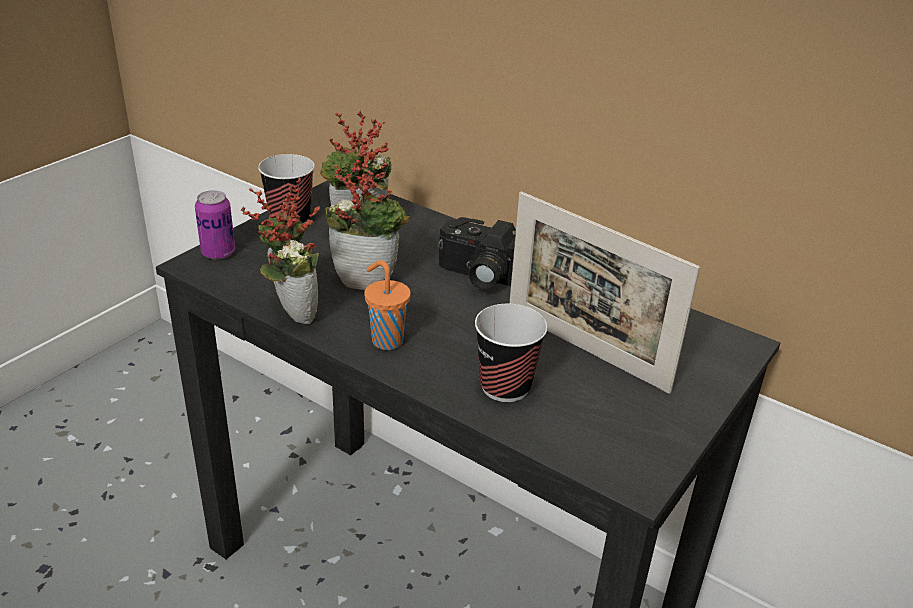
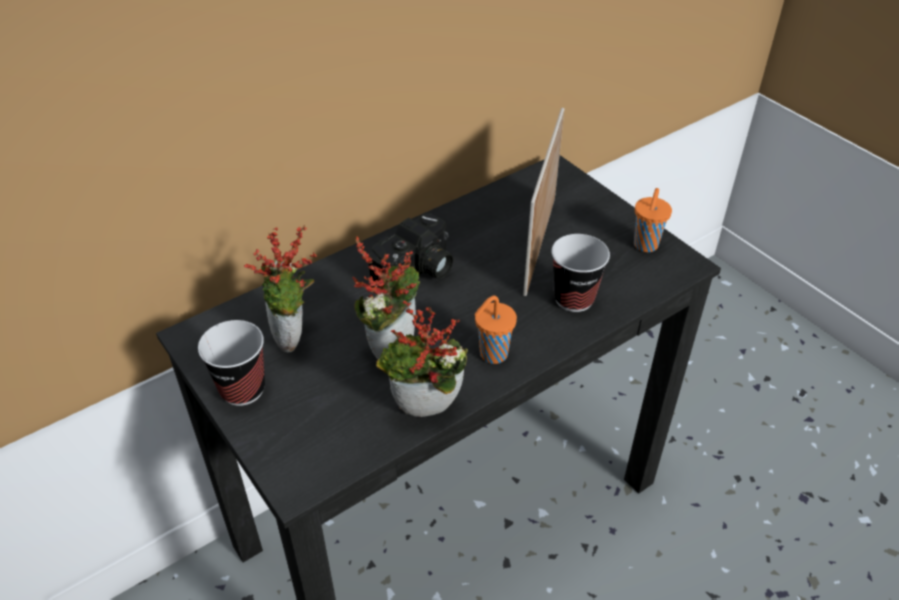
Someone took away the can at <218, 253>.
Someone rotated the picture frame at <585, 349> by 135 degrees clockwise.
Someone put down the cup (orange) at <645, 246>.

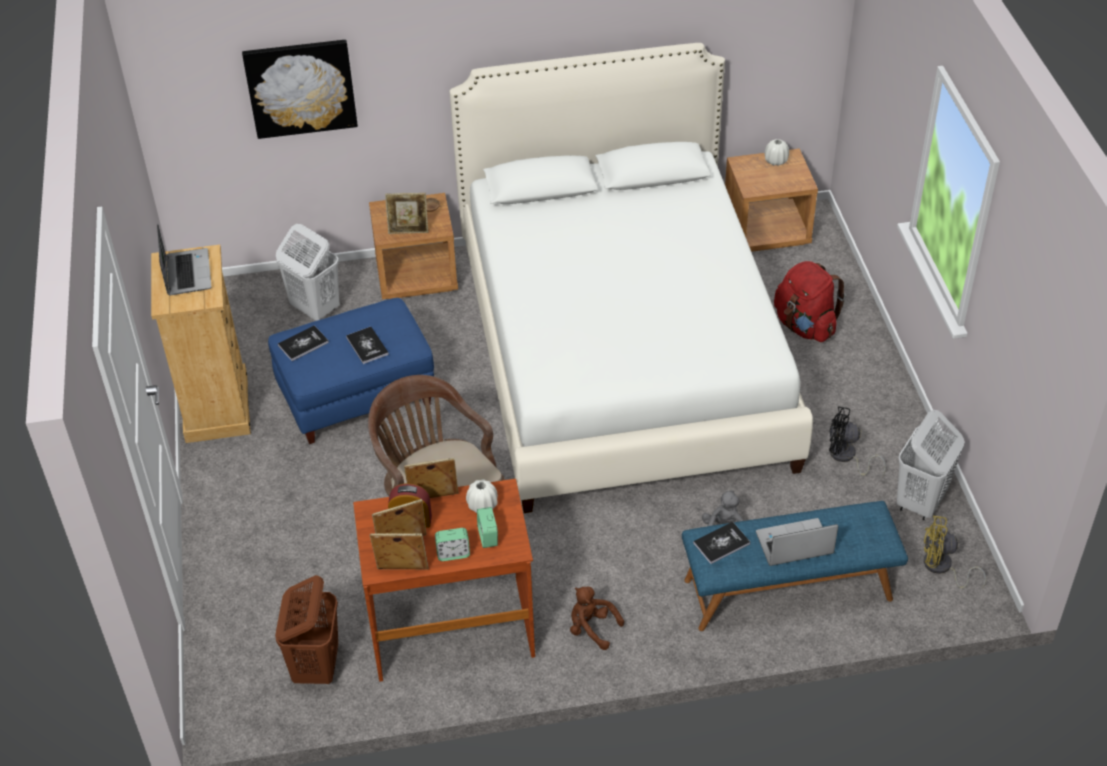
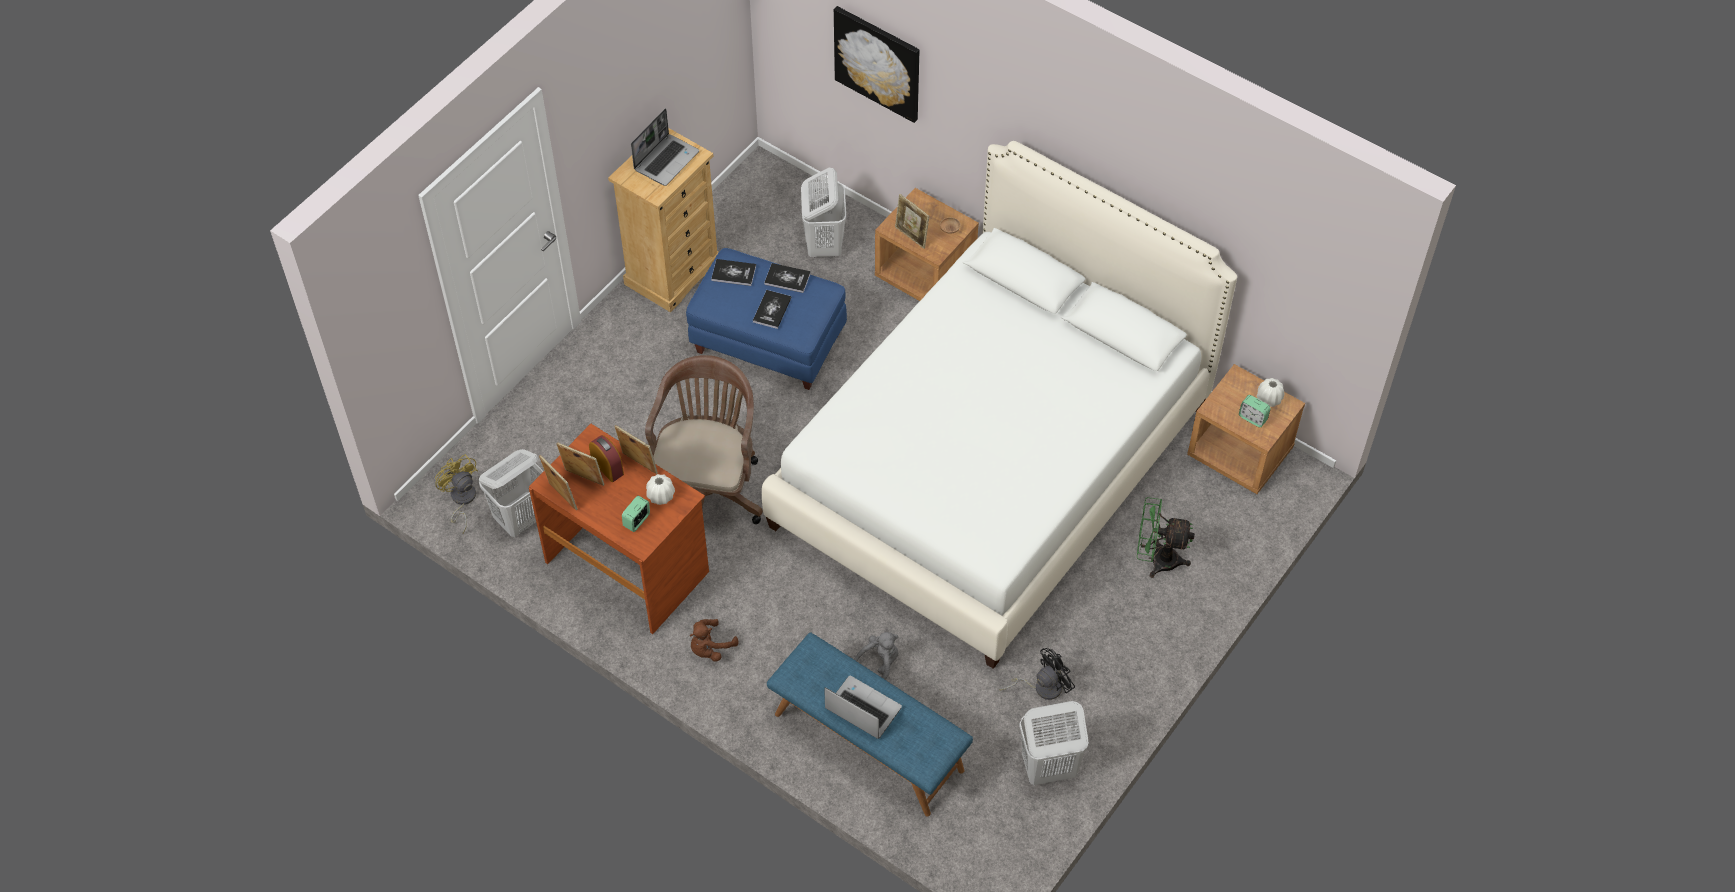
Someone swapped the backpack (red) at <805, 326> for the fan (green) at <1157, 559>.
Someone rotated the fan (black) at <846, 457> by 90 degrees clockwise.
Someone carried the fan (yellow) from <941, 568> to <461, 500>.
Someone carried the book from <721, 543> to <787, 278>.
Someone carried the alarm clock from <453, 553> to <1252, 418>.
Someone repainted the laundry basket (brown) at <316, 666>, which became the laundry basket (white) at <522, 518>.
Someone rotated the plush toy (brown) at <591, 628> by 120 degrees counterclockwise.

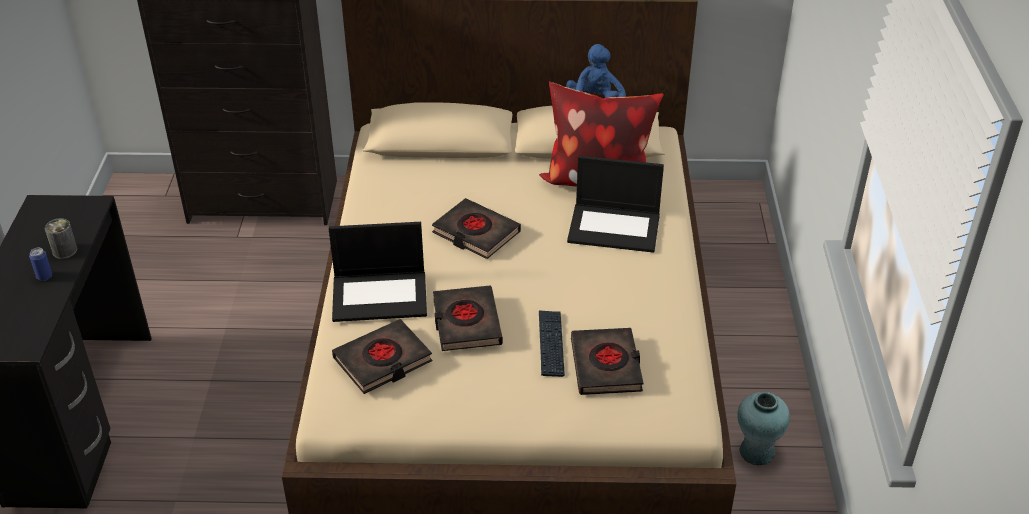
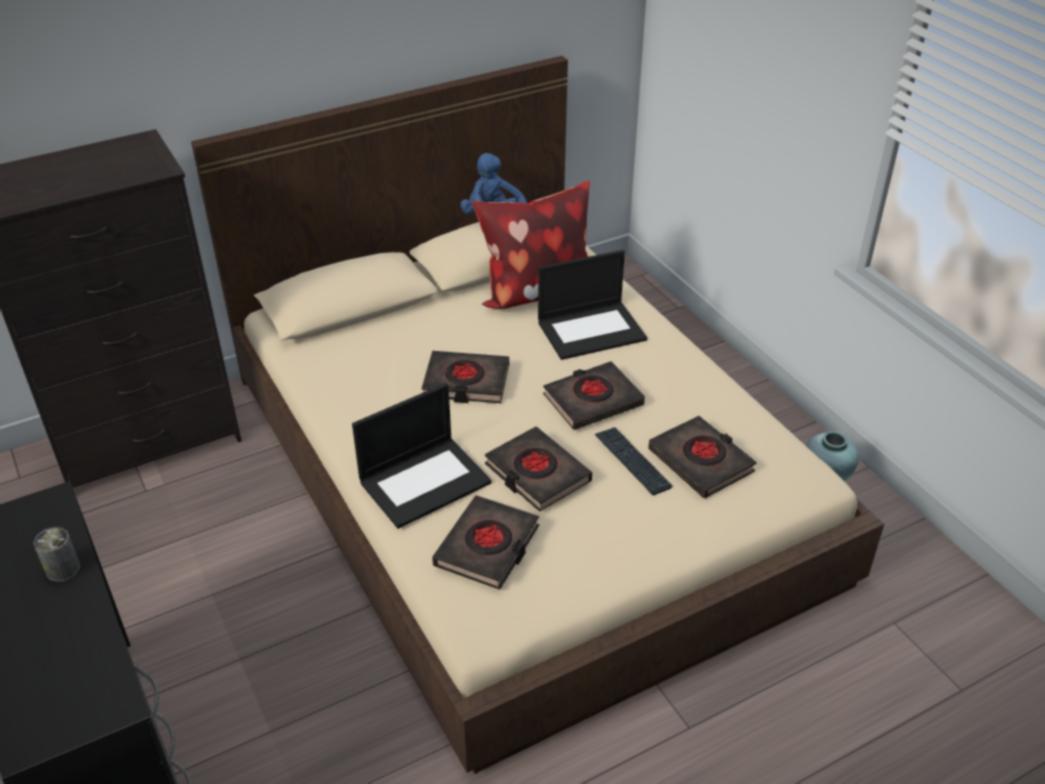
Someone took away the can at <44, 276>.
Someone put down the book (black) at <592, 400>.

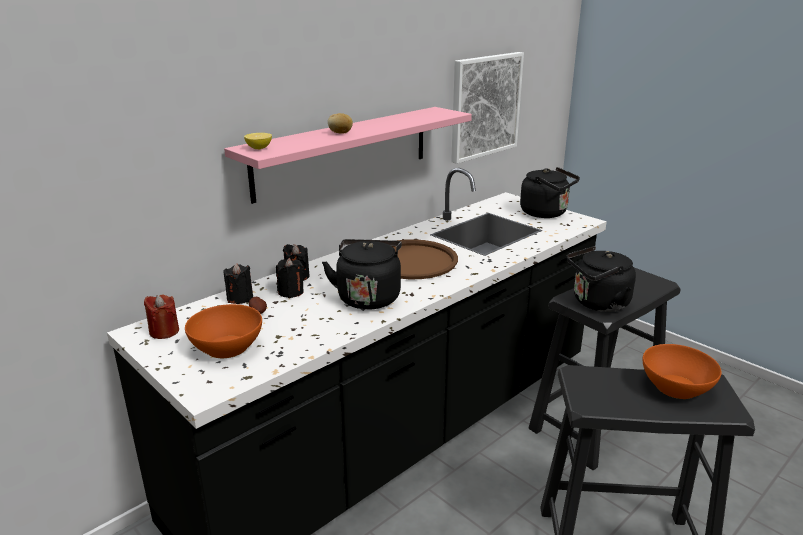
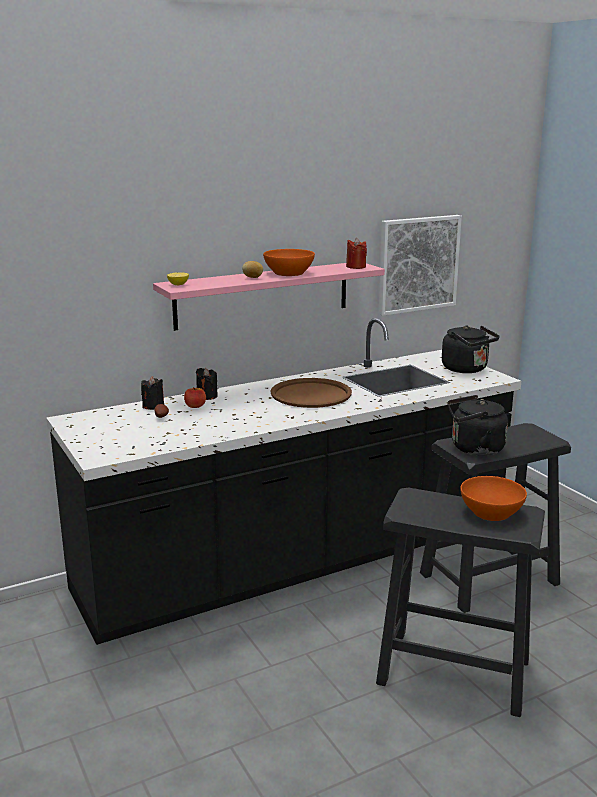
Someone took away the kettle (black) at <368, 297>.
Someone swapped the candle (black) at <291, 292> for the apple at <195, 406>.
Someone carried the candle (red) from <164, 331> to <356, 267>.
Someone carried the bowl (orange) from <227, 347> to <289, 273>.

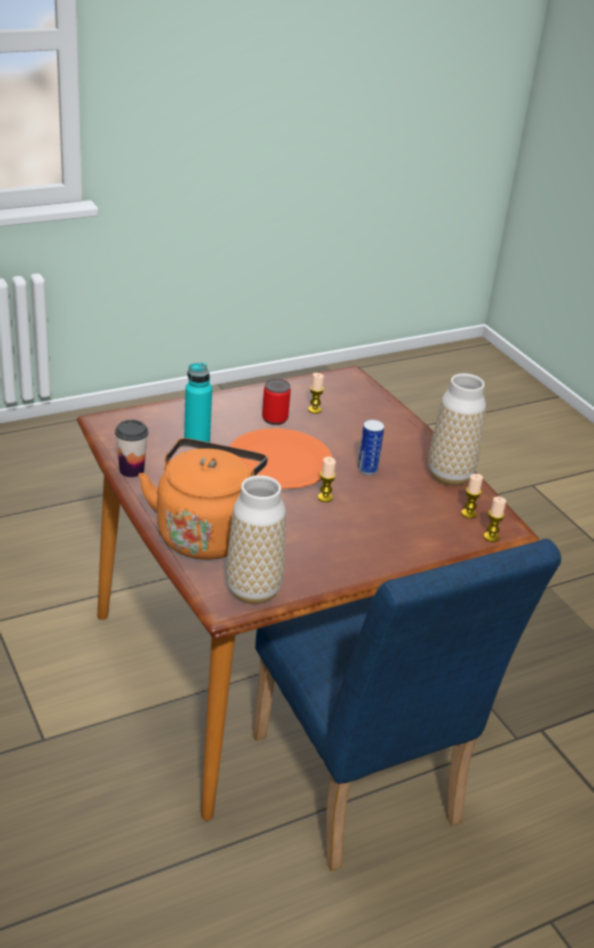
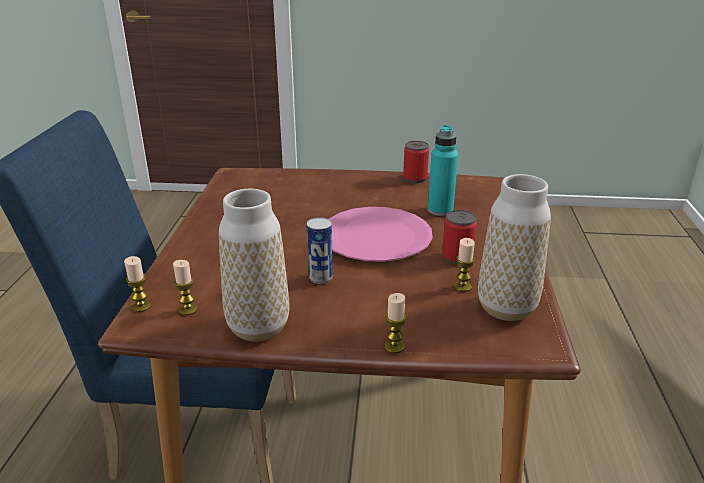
Someone swapped the cup at <131, 470> for the can at <415, 178>.
Someone repainted the plate (orange) at <279, 462>, which became the plate (pink) at <376, 236>.
Someone took away the kettle (orange) at <206, 532>.
Someone carried the candle from <325, 497> to <394, 346>.
Someone carried the vase from <253, 591> to <506, 308>.

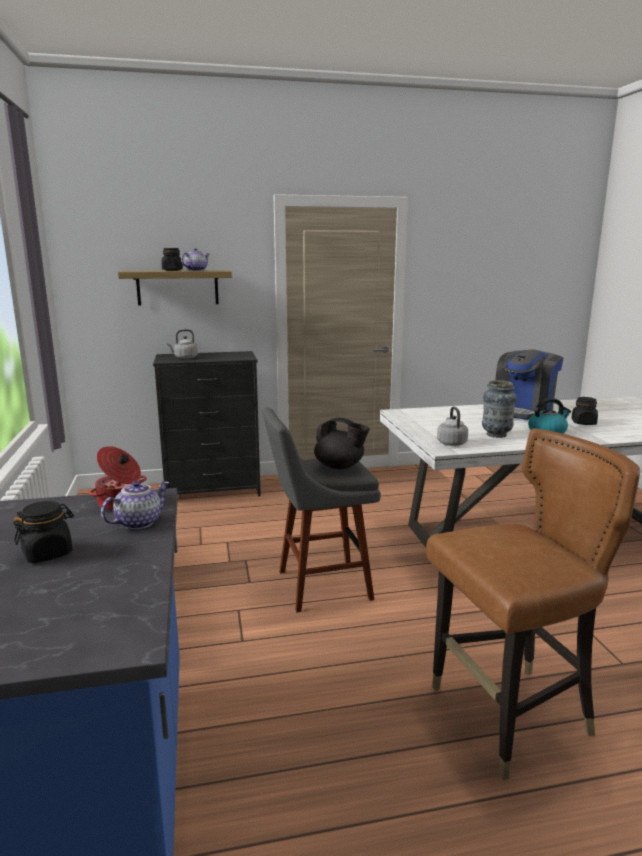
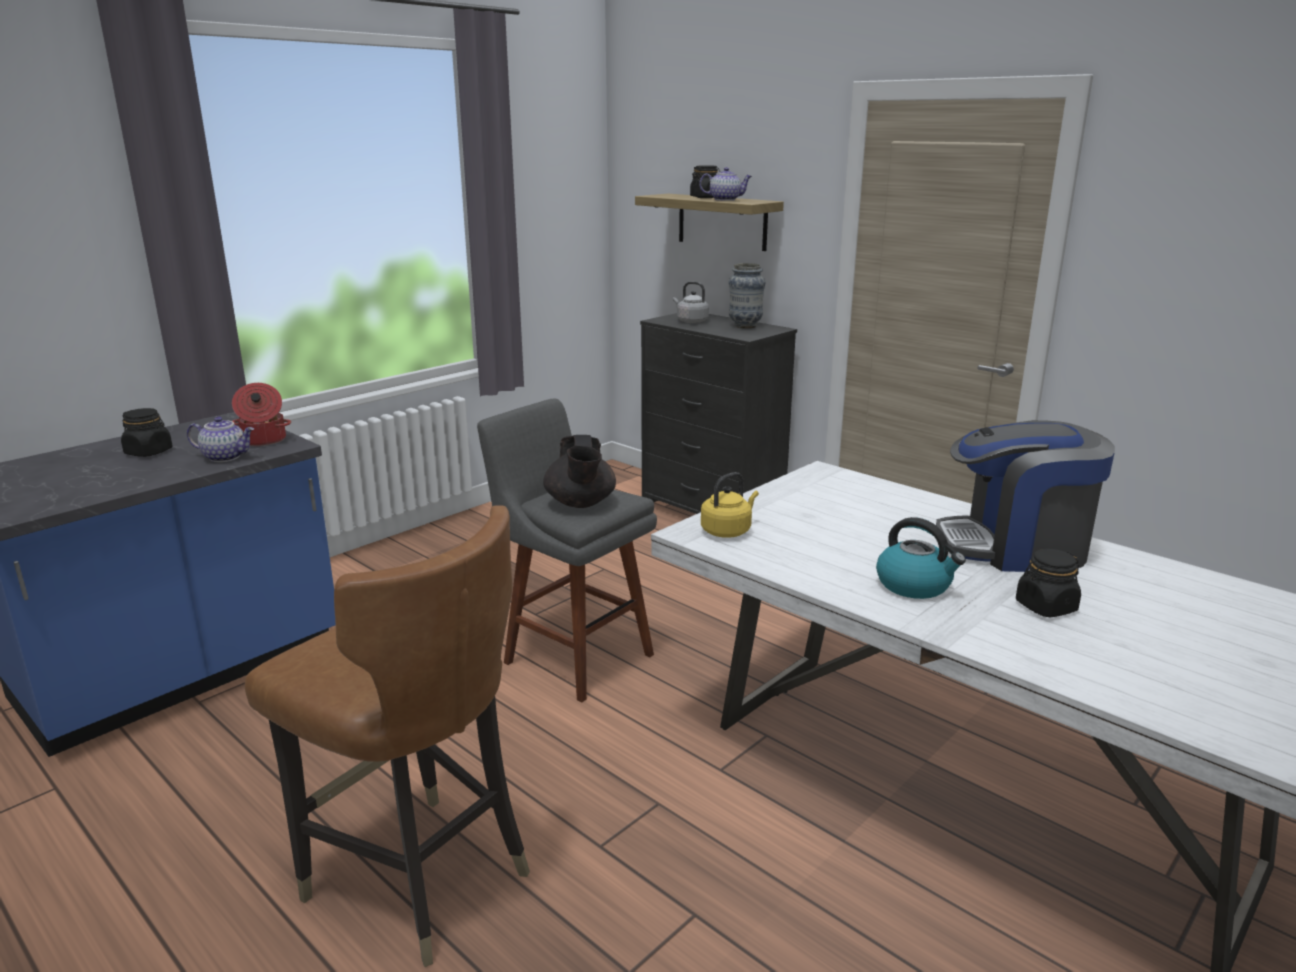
Someone carried the vase from <496, 435> to <745, 326>.
Someone repainted the kettle (grey) at <451, 443>, which became the kettle (yellow) at <728, 531>.

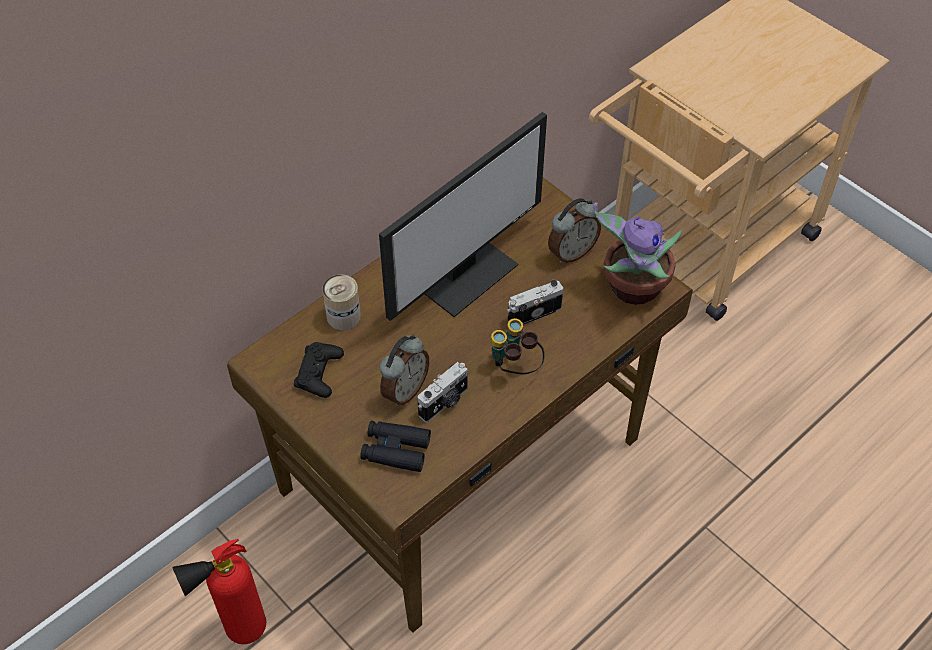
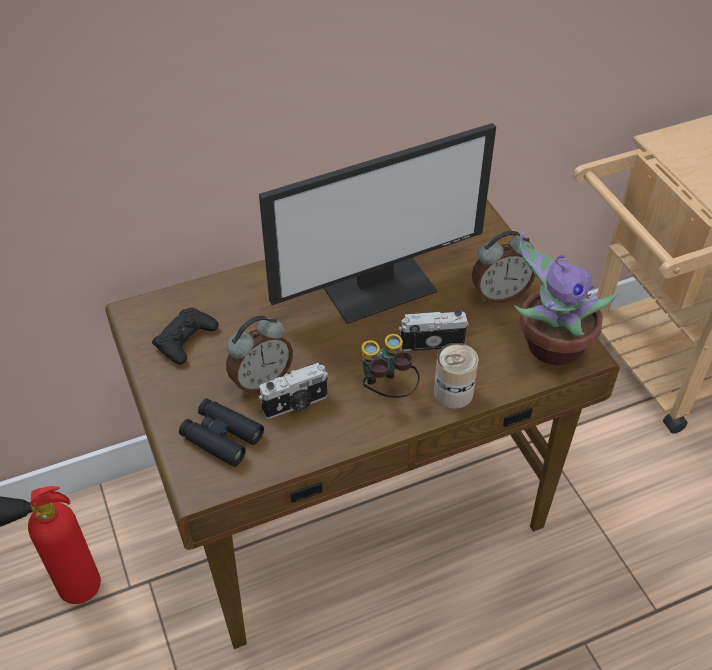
Someone carried the can from <343, 316> to <453, 392>.

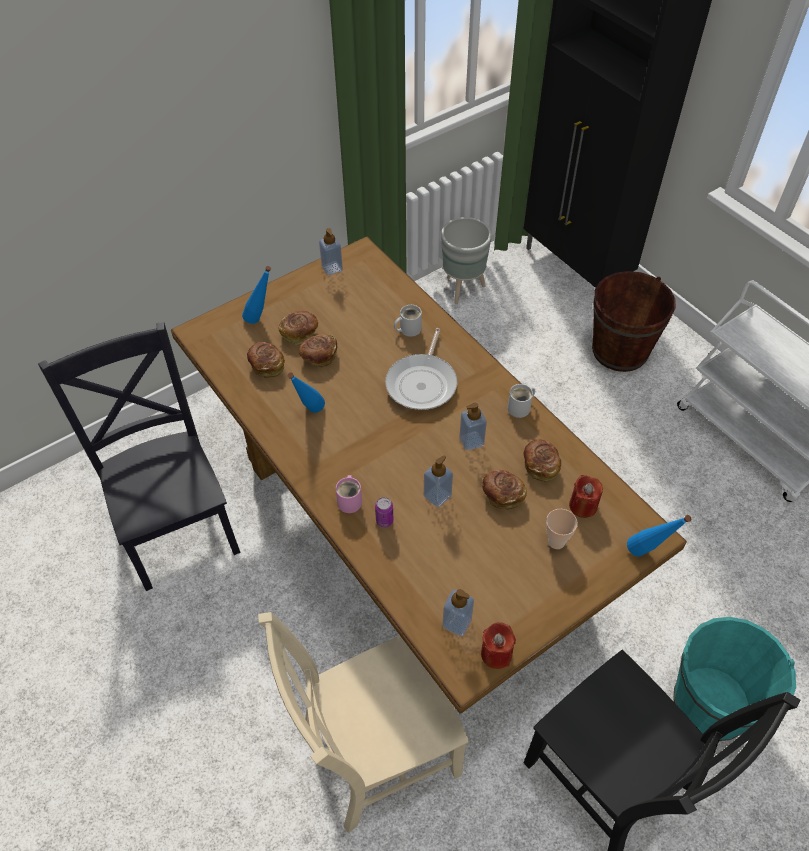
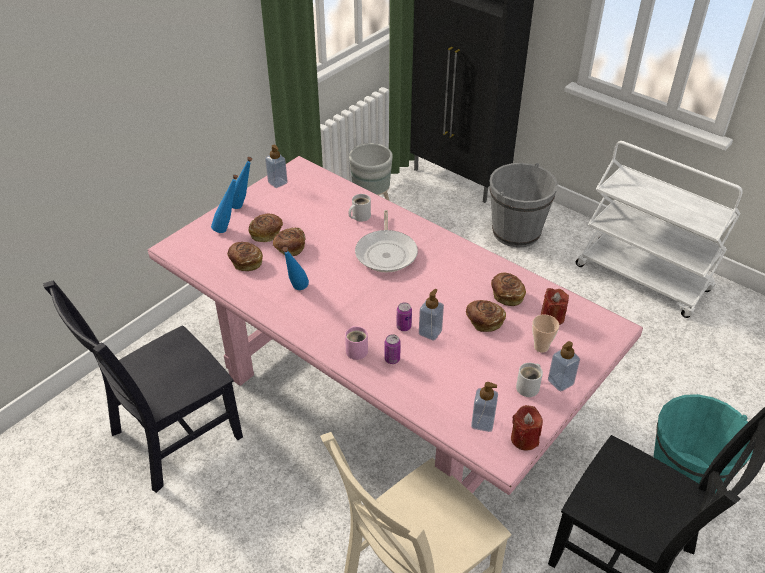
Someone repainted the dining table (brown) at <408, 526>, which became the dining table (pink) at <385, 397>.
Someone repainted the bucket (brown) at <620, 351>, which became the bucket (grey) at <516, 232>.
Someone rotated the chair (black) at <177, 524> by 90 degrees counterclockwise.
Someone carried the mug (white) from <521, 408> to <529, 387>.
Someone carried the soap dispenser from <471, 441> to <560, 382>.
Someone carried the bottle (blue) from <647, 554> to <243, 207>.
Someone put down the can at <403, 327>.

